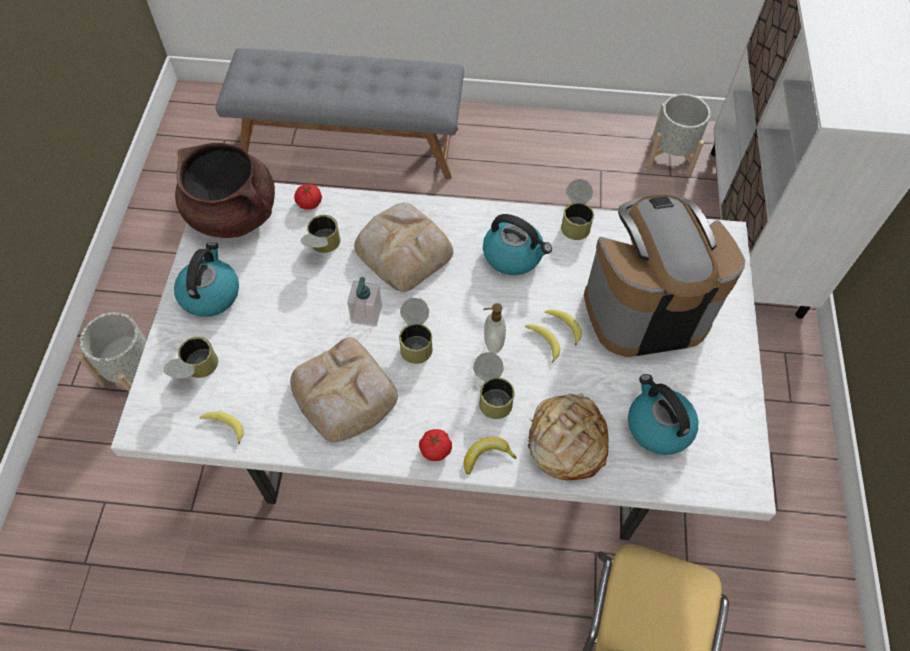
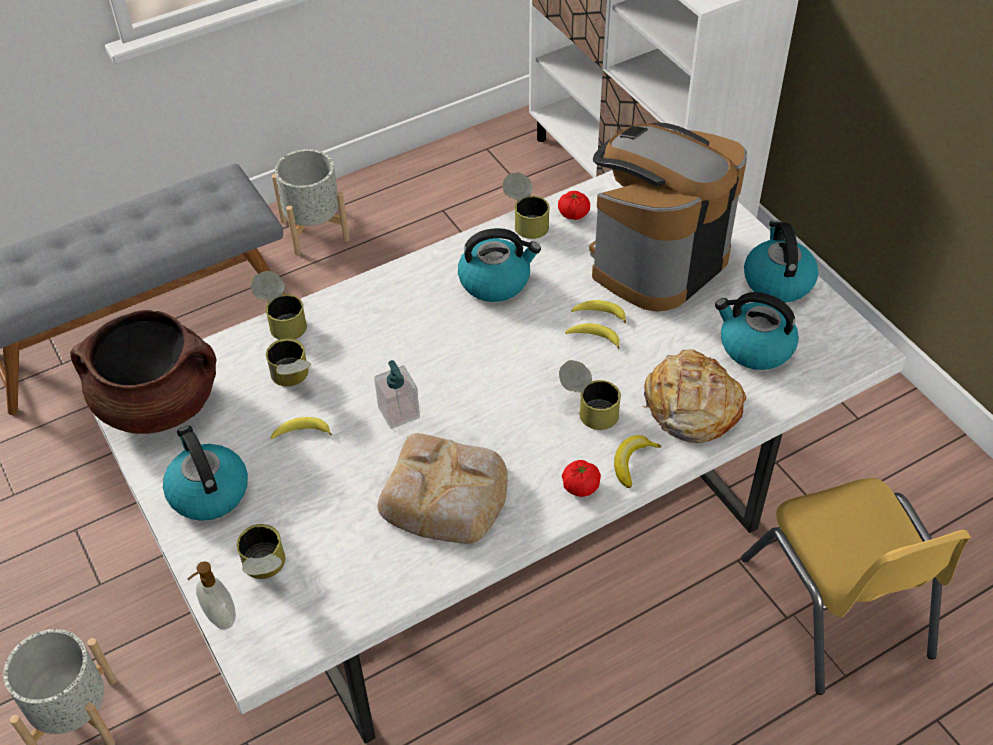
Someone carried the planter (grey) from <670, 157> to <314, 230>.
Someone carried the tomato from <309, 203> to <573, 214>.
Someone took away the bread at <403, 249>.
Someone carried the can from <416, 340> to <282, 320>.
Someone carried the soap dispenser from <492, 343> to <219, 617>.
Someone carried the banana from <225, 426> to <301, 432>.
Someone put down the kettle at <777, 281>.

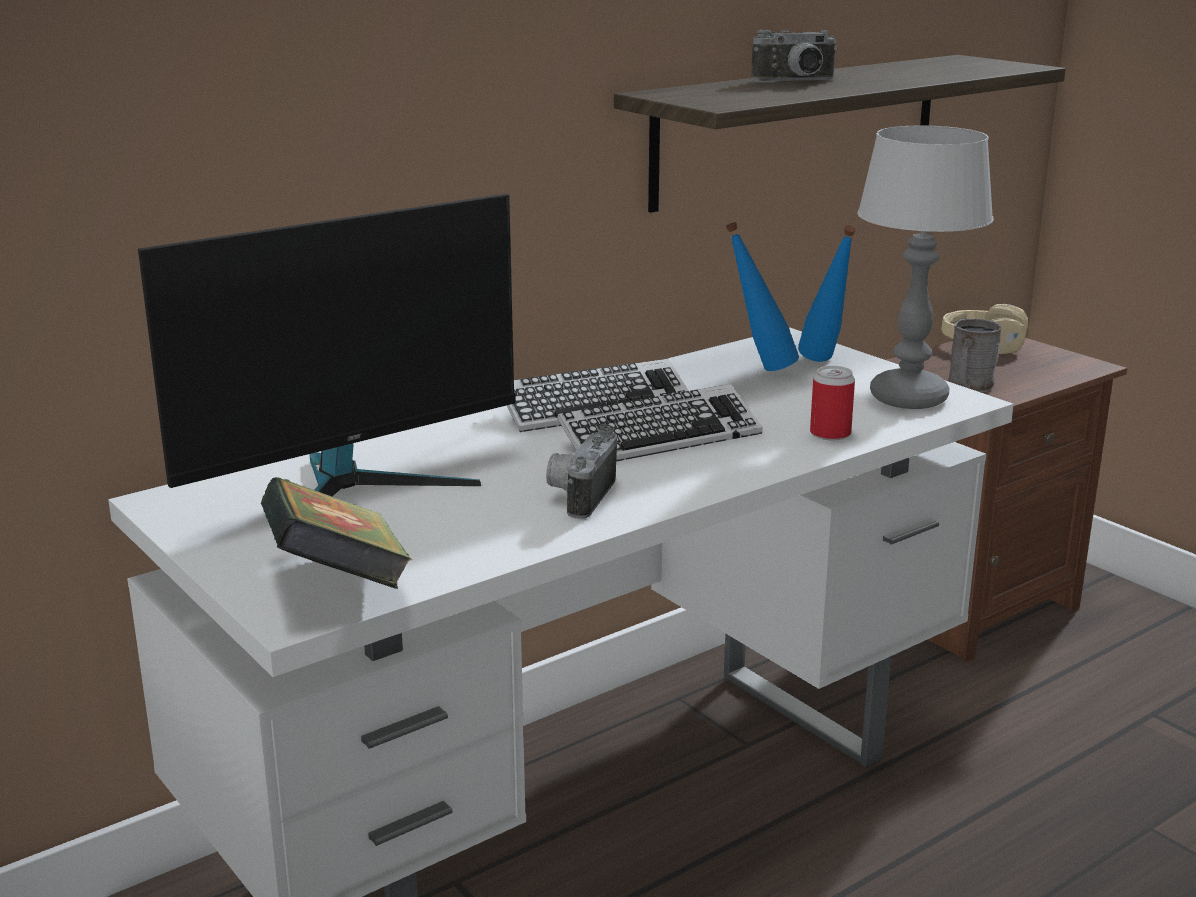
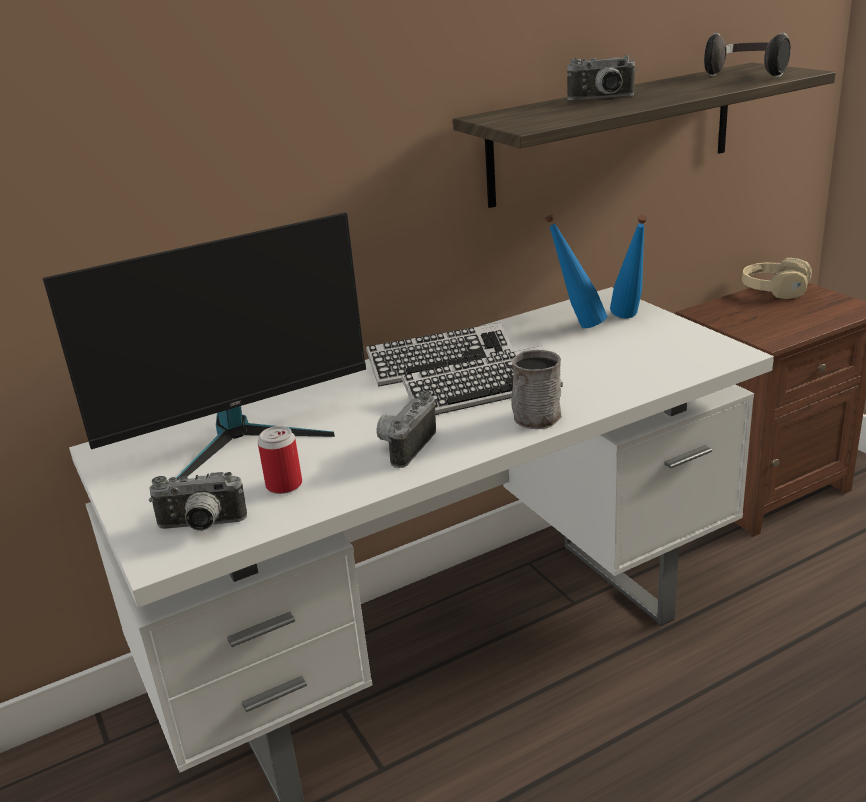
Someone took away the table lamp at <907, 397>.
Someone carried the mug (grey) from <969, 386> to <533, 420>.
Someone carried the can from <830, 434> to <284, 485>.
Someone swapped the book at <337, 583> for the photo camera at <201, 527>.
Someone put down the headphones at <750, 73>.

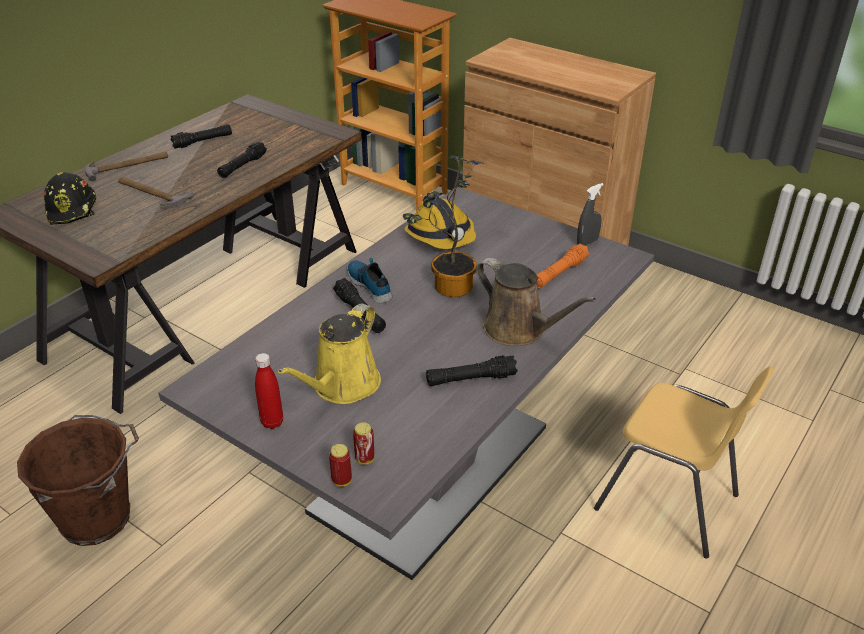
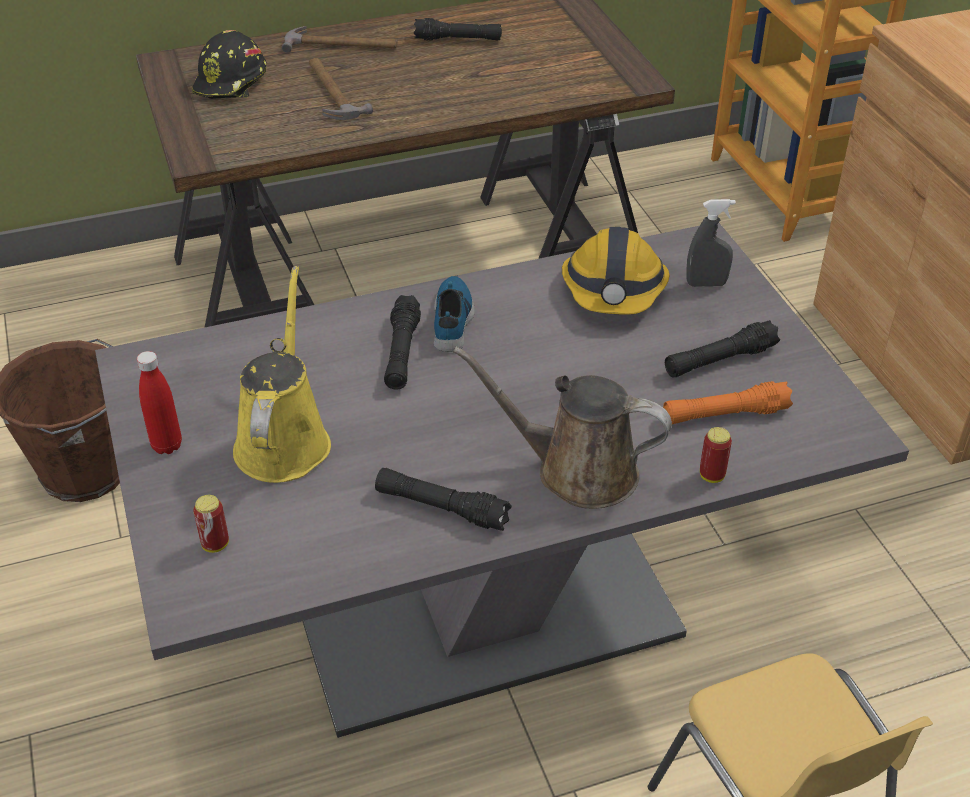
Someone carried the flashlight (black) from <242, 166> to <719, 360>.
Someone took away the potted plant at <447, 287>.
Someone carried the spray bottle (grey) from <587, 242> to <706, 284>.
Someone rotated the watering can (brown) at <518, 330> by 120 degrees clockwise.
Someone rotated the watering can (yellow) at <342, 386> by 120 degrees clockwise.
Someone carried the can from <341, 480> to <711, 475>.

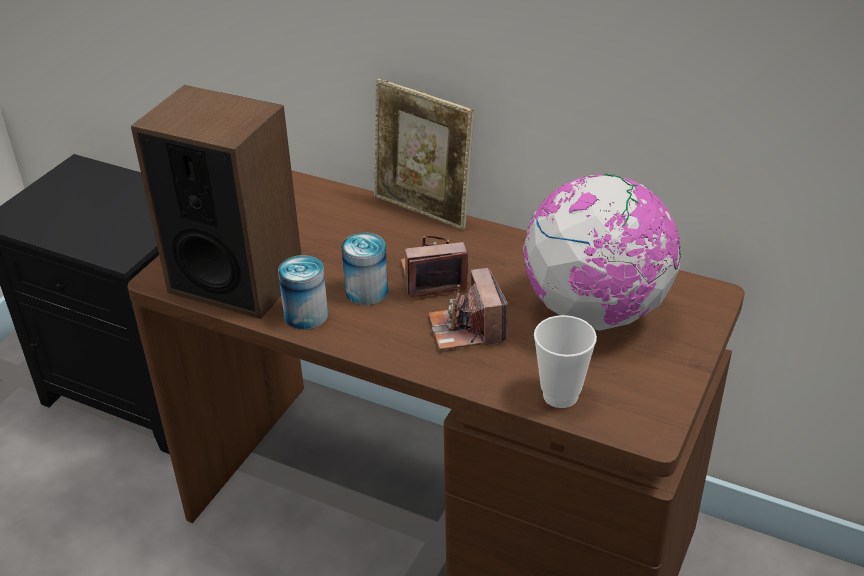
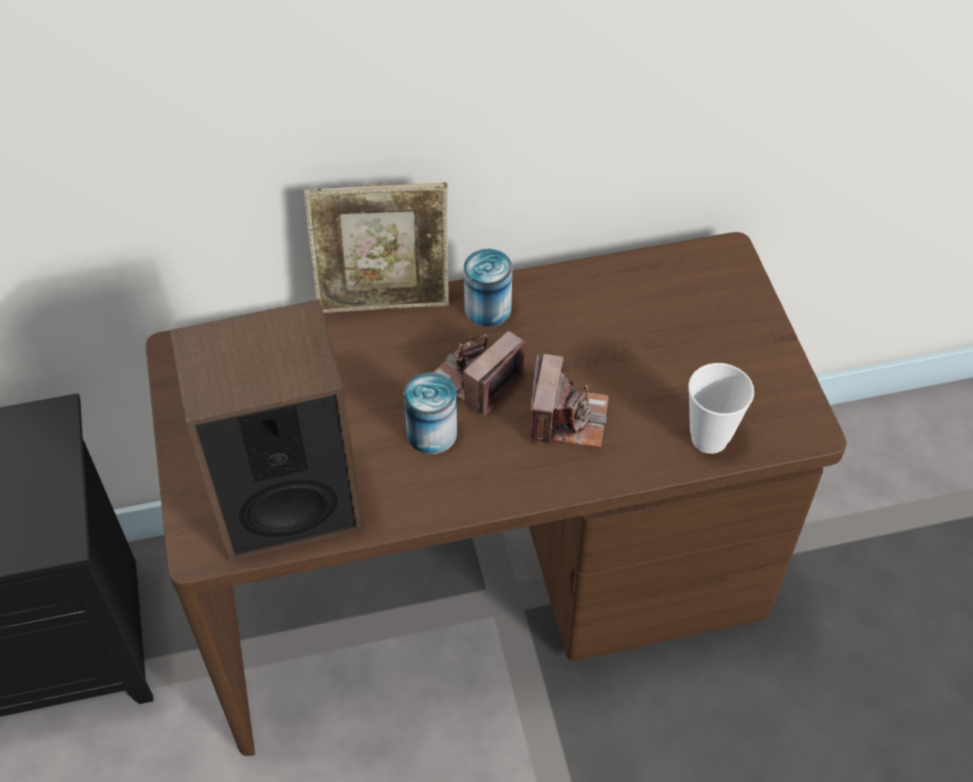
Someone took away the globe at <596, 312>.
Someone carried the can from <306, 315> to <487, 308>.
Someone rotated the photo camera at <467, 329> by 120 degrees counterclockwise.

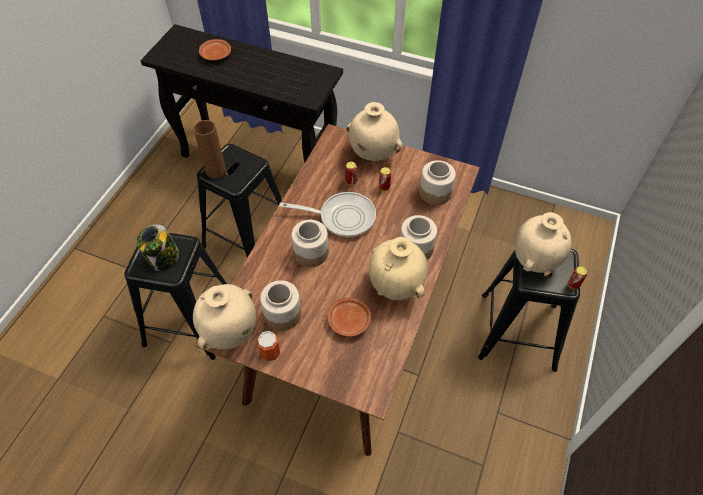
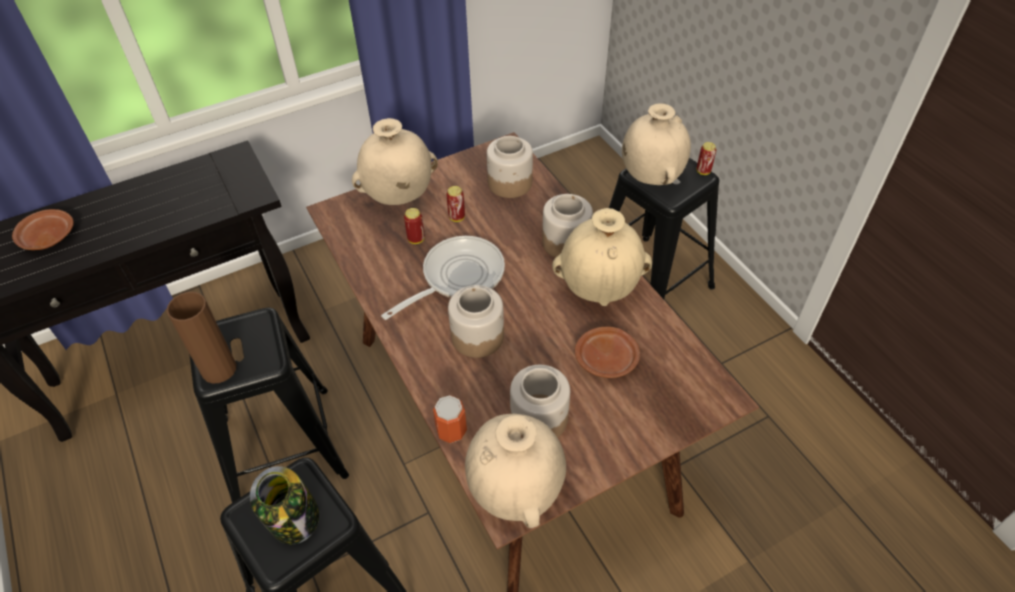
Someone carried the can from <270, 352> to <451, 431>.

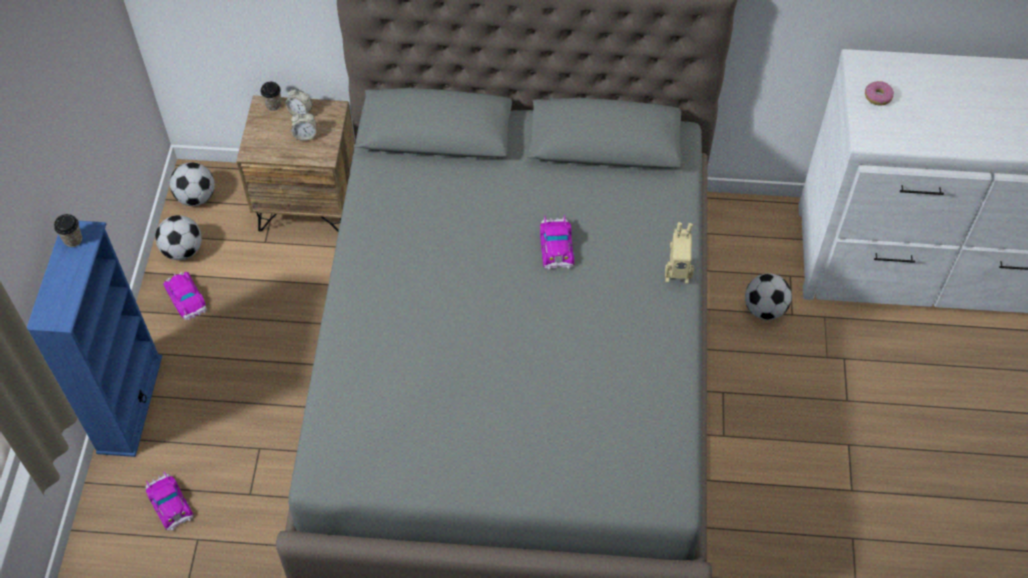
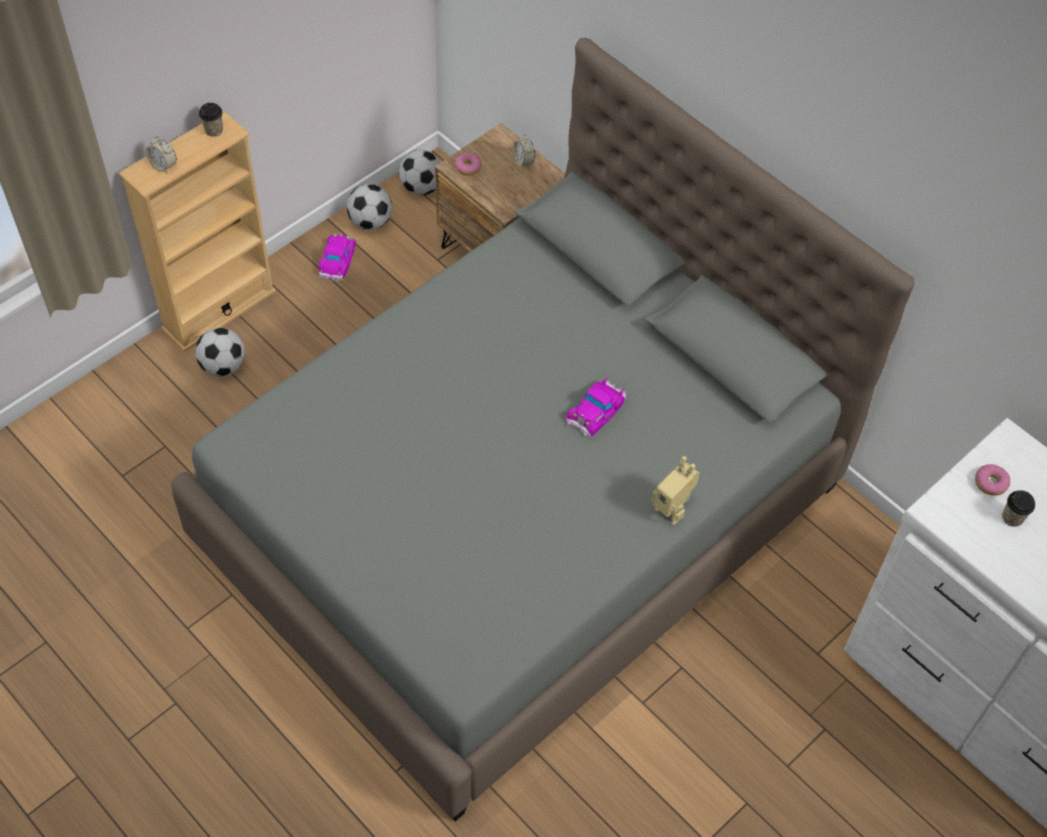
Someone carried the cup from <273, 105> to <1012, 518>.
Someone carried the alarm clock from <305, 135> to <163, 166>.
Someone repainted the bookcase (blue) at <129, 404>, which became the bookcase (beige) at <219, 310>.
Someone carried the football from <764, 309> to <223, 367>.
Someone took away the toy car at <169, 502>.
Someone put down the donut at <468, 167>.

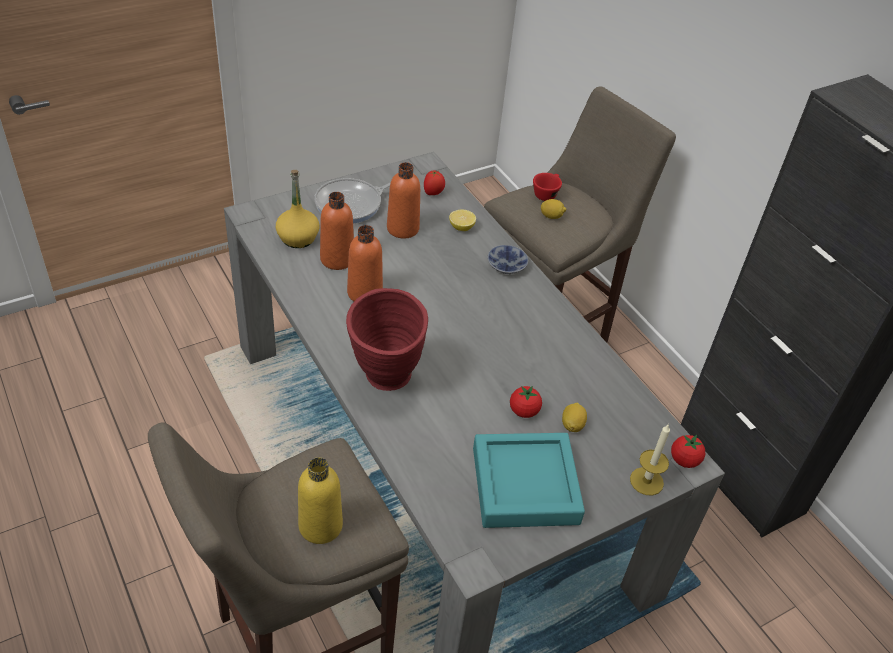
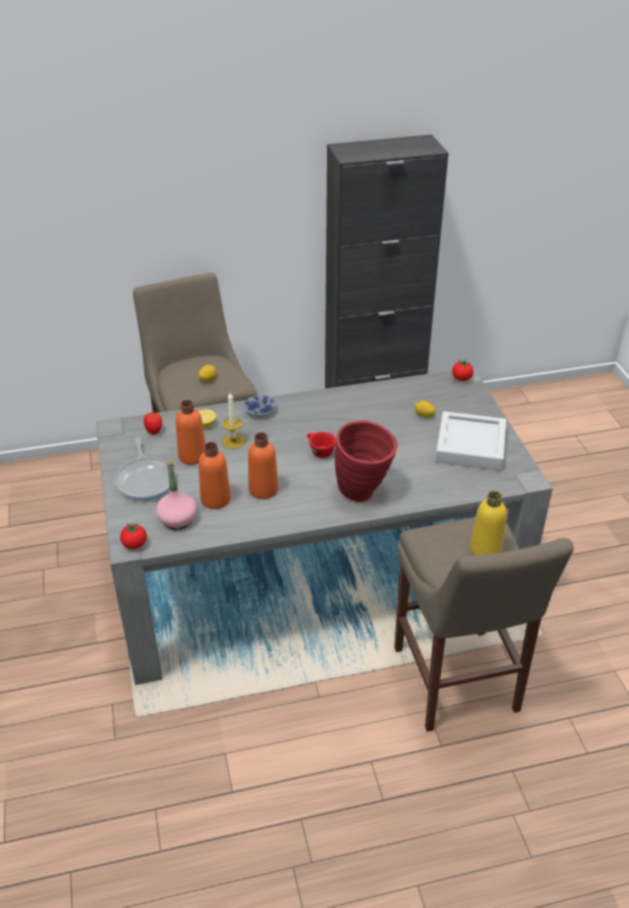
Someone repainted the bottle (yellow) at <298, 238>, which became the bottle (pink) at <177, 519>.
Someone carried the cup (red) from <546, 193> to <319, 451>.
Someone carried the tomato from <524, 411> to <134, 544>.
Someone carried the candle from <646, 481> to <233, 441>.
Someone repainted the tray (turquoise) at <525, 485>, which became the tray (grey) at <470, 446>.

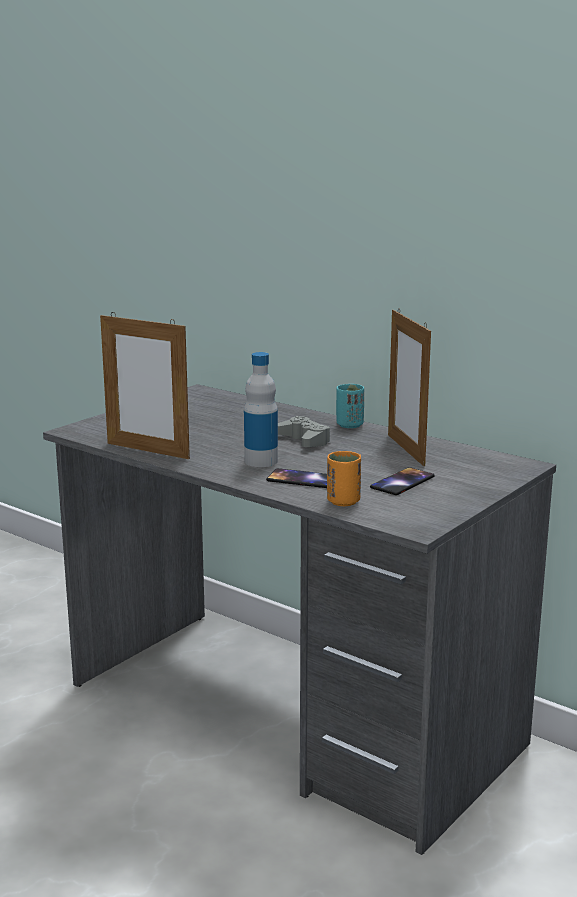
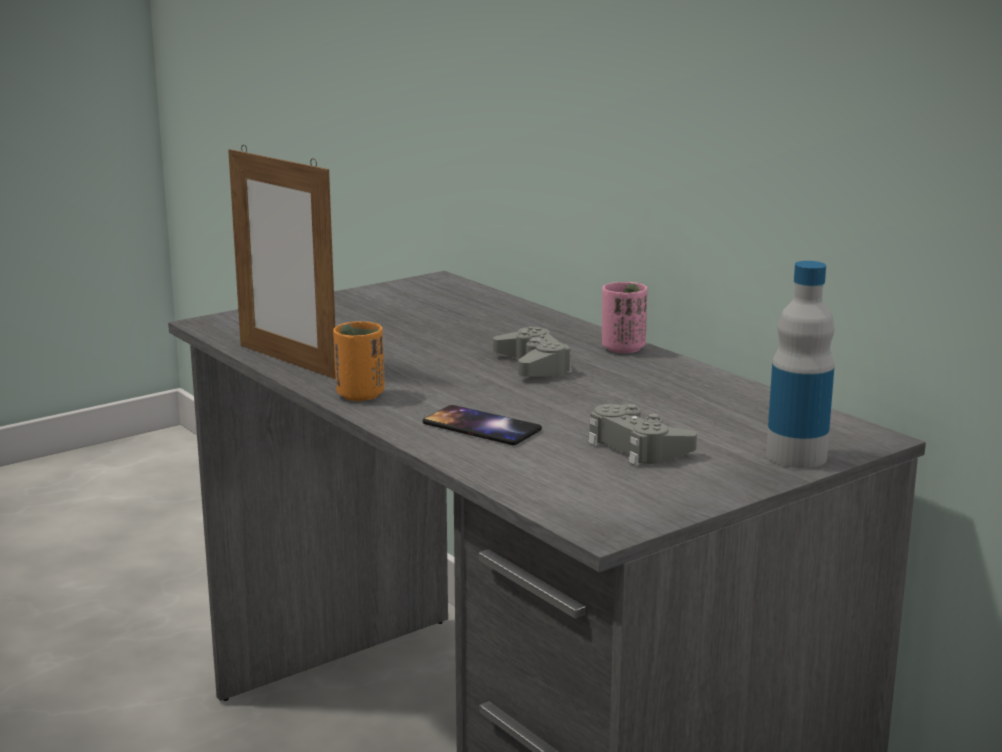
Someone took away the picture frame at <406, 450>.
Someone carried the bottle from <261, 461> to <796, 456>.
Someone repainted the cup (turquoise) at <349, 425>, which became the cup (pink) at <623, 348>.
Someone carried the cup (orange) from <343, 501> to <360, 395>.
Someone swapped the phone at <402, 482> for the game controller (grey) at <637, 446>.

